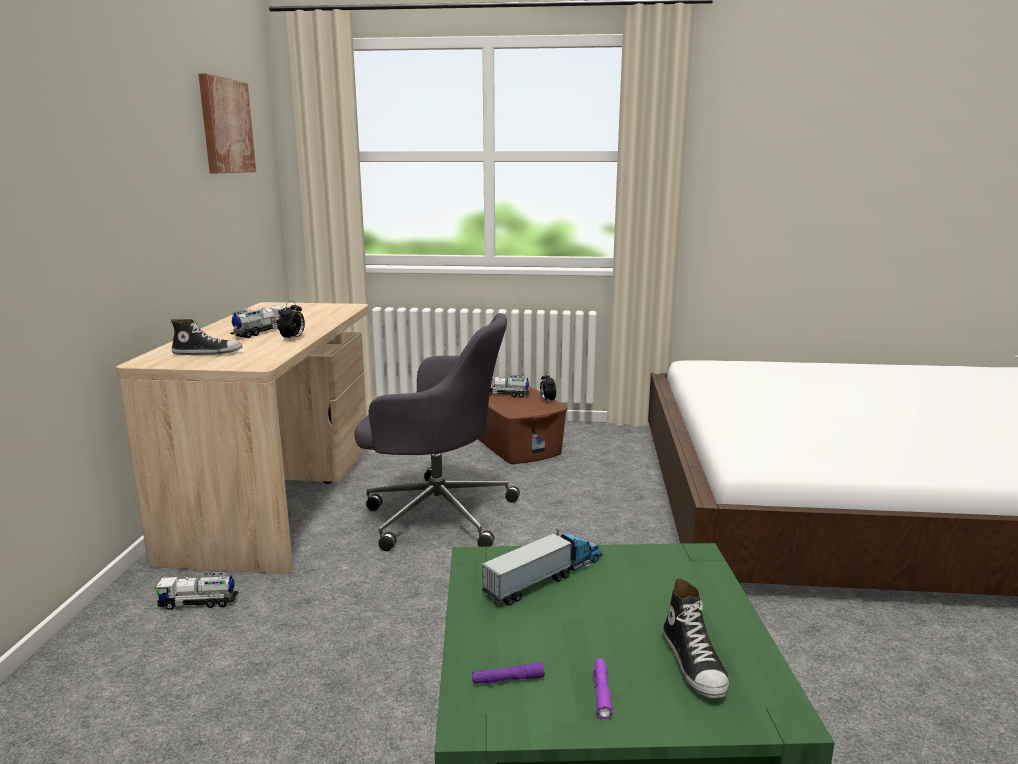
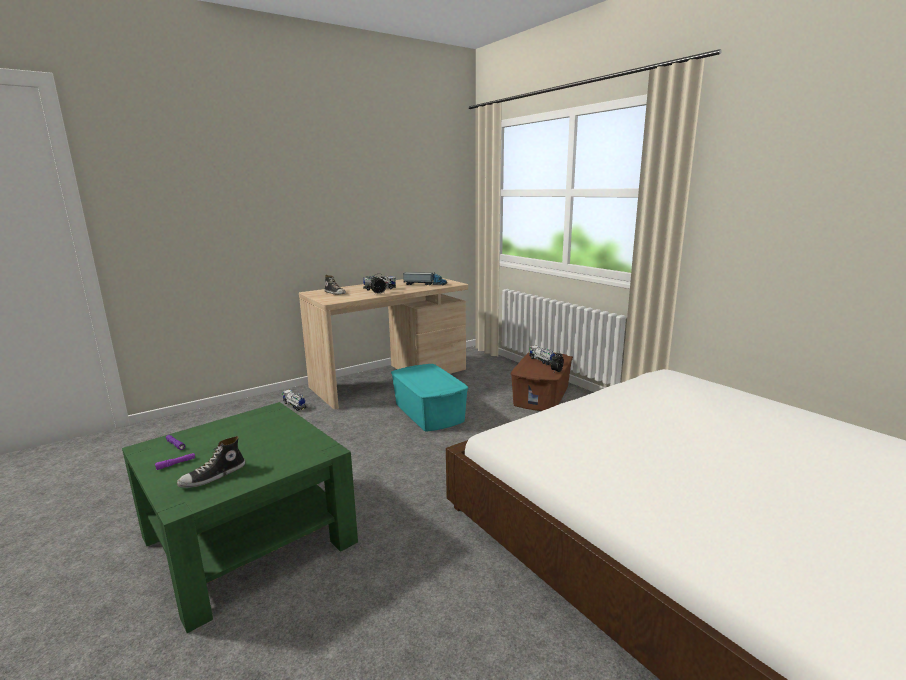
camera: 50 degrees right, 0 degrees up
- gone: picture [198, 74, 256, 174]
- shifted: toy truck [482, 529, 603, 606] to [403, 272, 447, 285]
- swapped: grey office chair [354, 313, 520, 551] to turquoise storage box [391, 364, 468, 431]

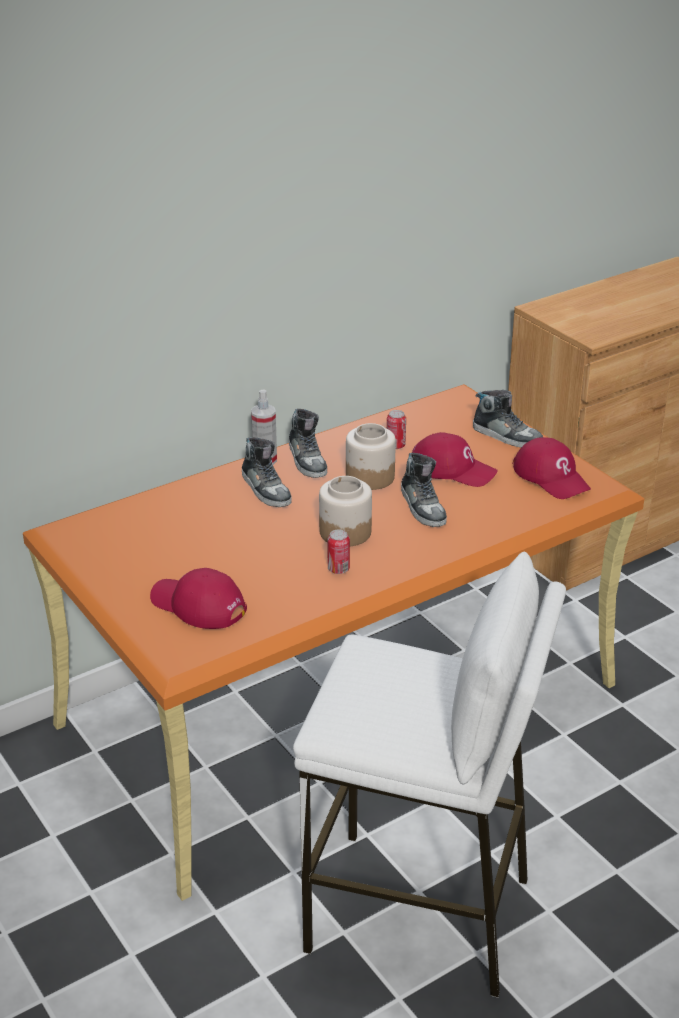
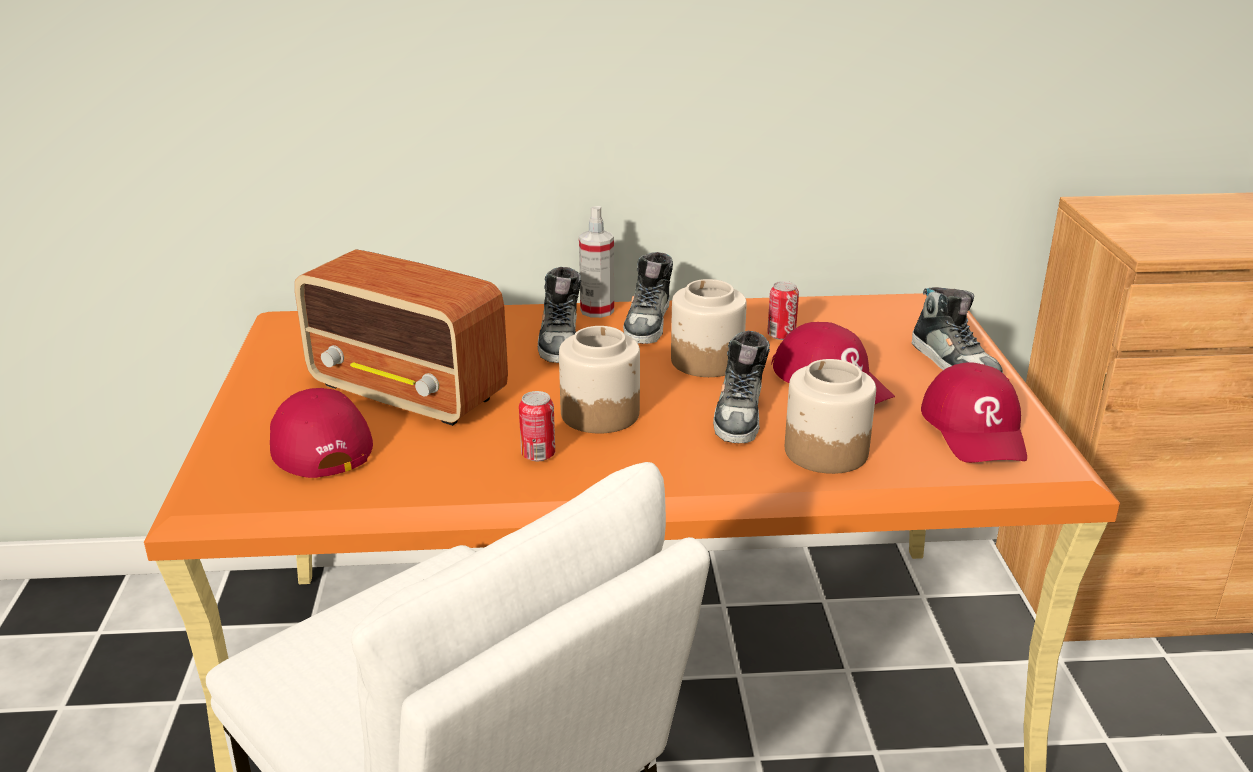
camera: 30 degrees right, 5 degrees down
- new: radio [295, 249, 508, 426]
- new: jar [785, 359, 876, 474]

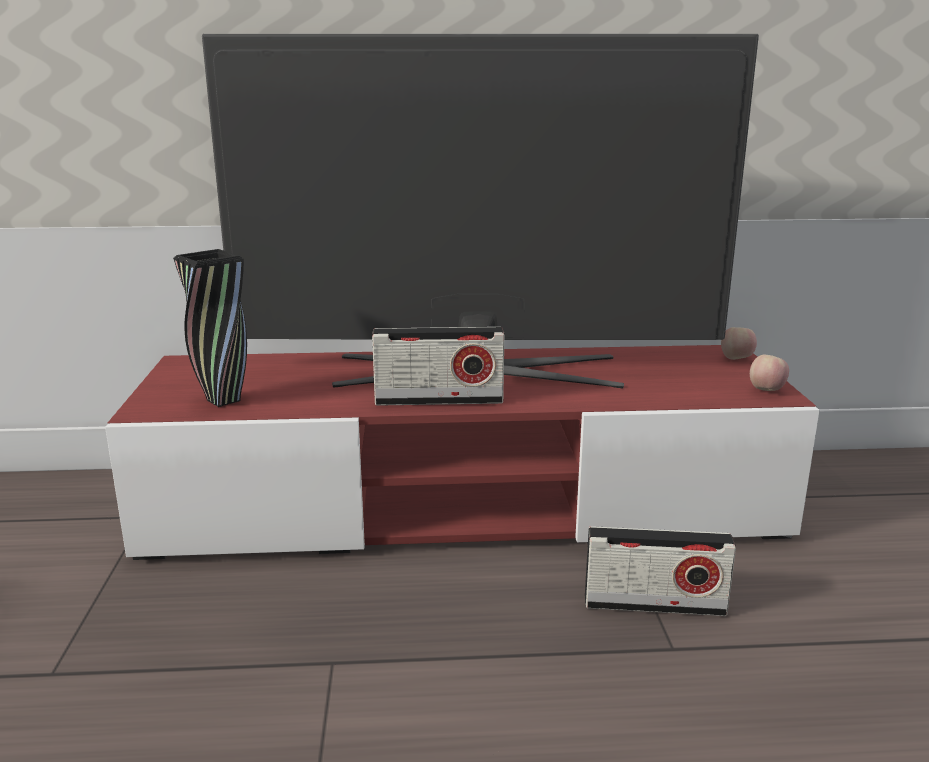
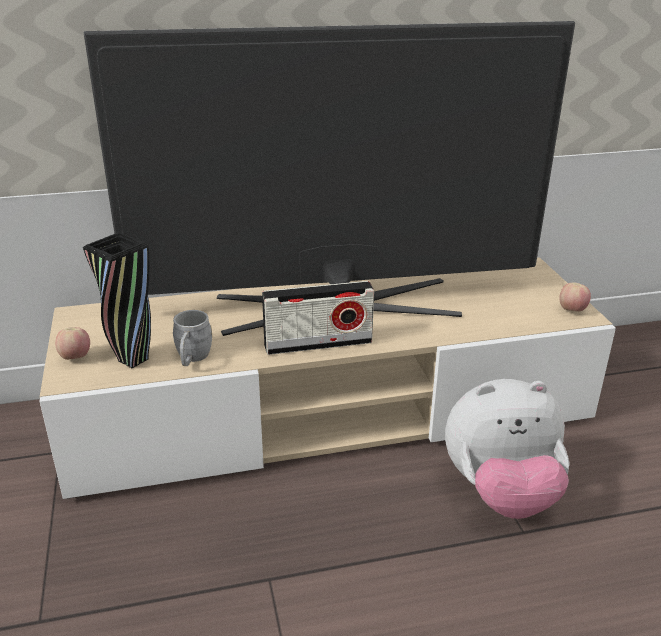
camera: 10 degrees left, 10 degrees up
- new: grey mug [173, 310, 212, 366]
- shifted: apple [721, 327, 757, 360] to [55, 327, 90, 360]
- swapped: radio [585, 526, 736, 616] to plush toy [445, 379, 569, 519]
- repainted: red tv stand [105, 345, 820, 560] to beige tv stand [40, 257, 616, 499]

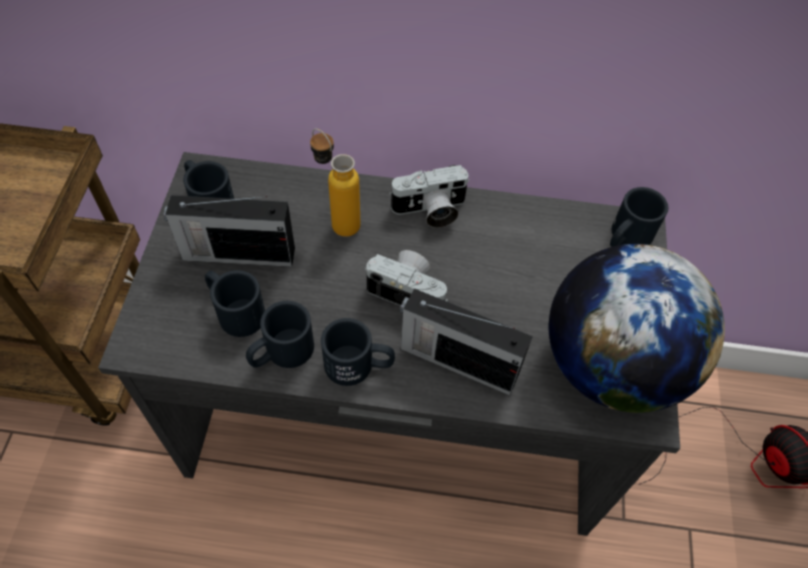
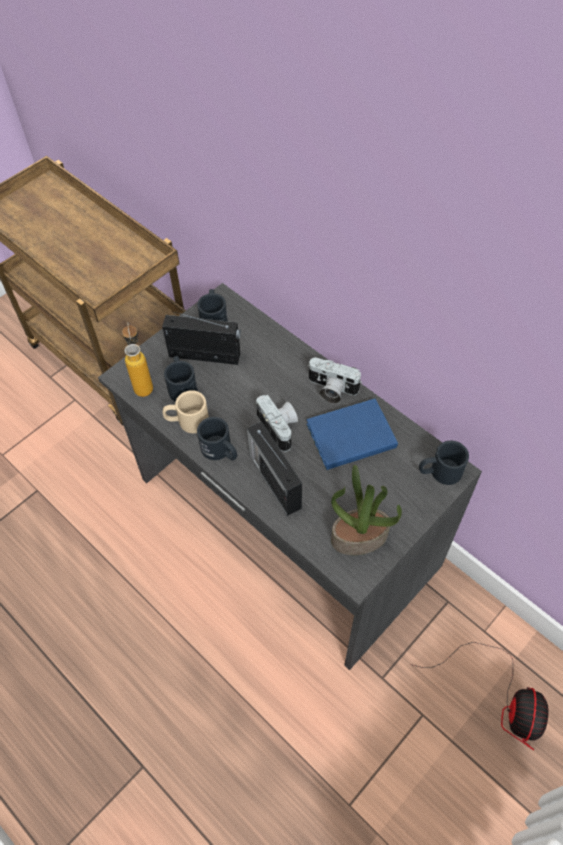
camera: 40 degrees right, 0 degrees up
- new: blue book [306, 398, 398, 470]
- shifted: bottle [310, 129, 360, 237] to [122, 322, 153, 397]
- swapped: globe [548, 244, 725, 413] to potted plant [331, 465, 402, 555]
- repainted: black mug [246, 301, 314, 368] to beige mug [162, 390, 209, 433]
- rotated: radio [164, 195, 295, 267] = [162, 312, 241, 365] 150 degrees clockwise

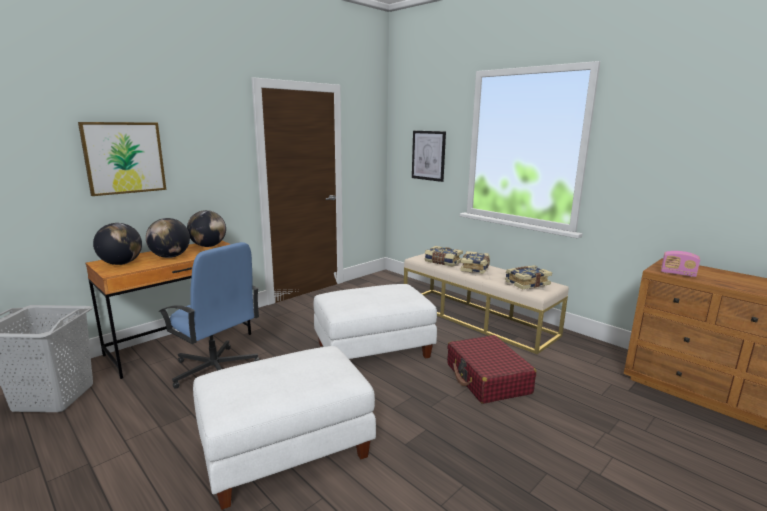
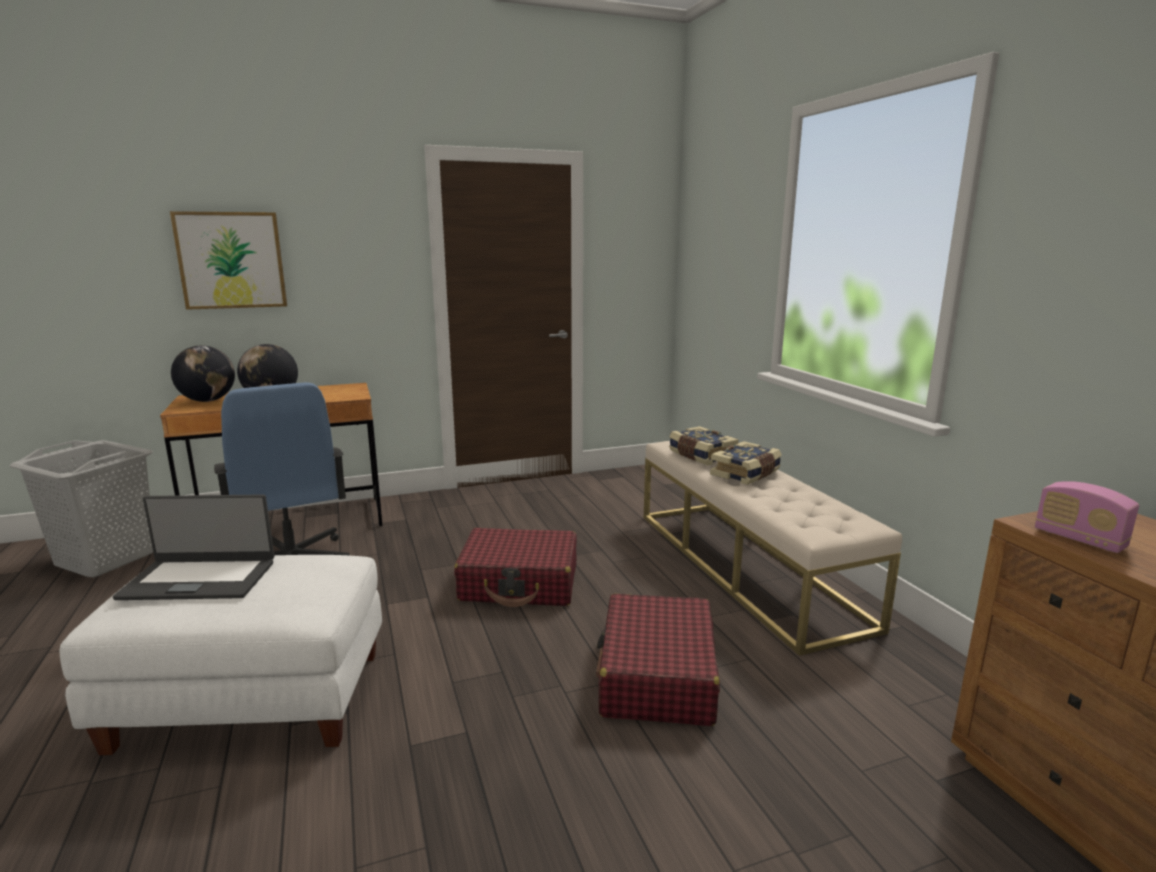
camera: 25 degrees right, 0 degrees up
- gone: globe [187, 210, 226, 247]
- gone: picture [412, 131, 446, 182]
- gone: book [505, 265, 552, 290]
- new: laptop [113, 494, 275, 600]
- swapped: white ottoman [314, 284, 437, 359] to red suitcase [454, 528, 577, 607]

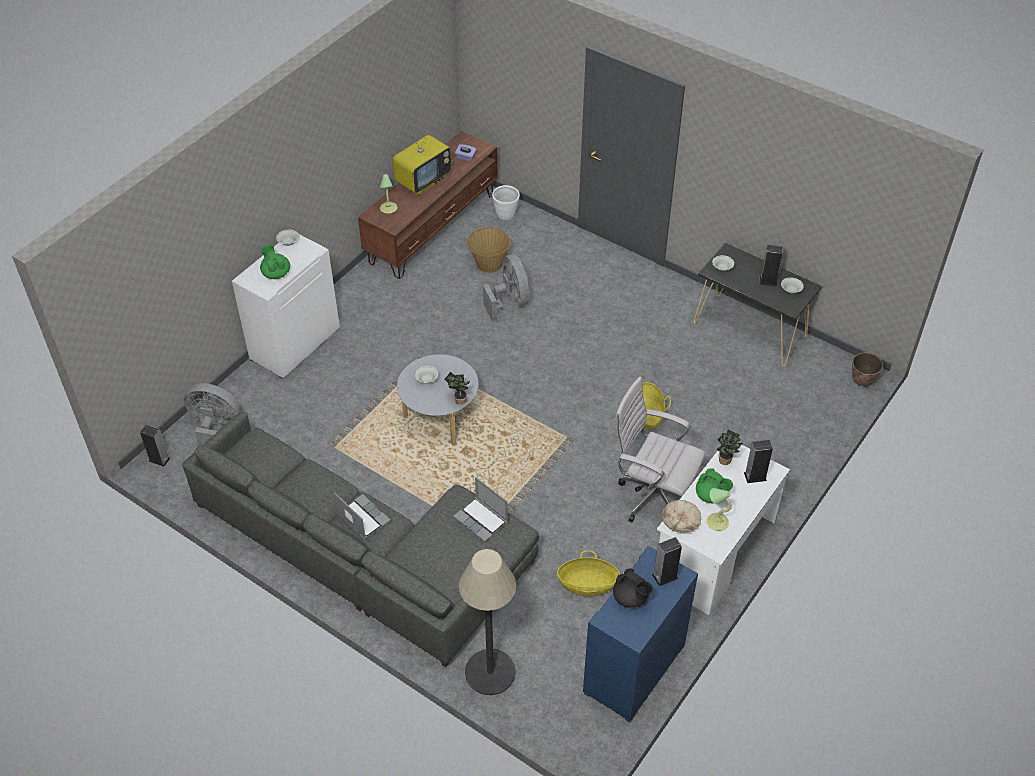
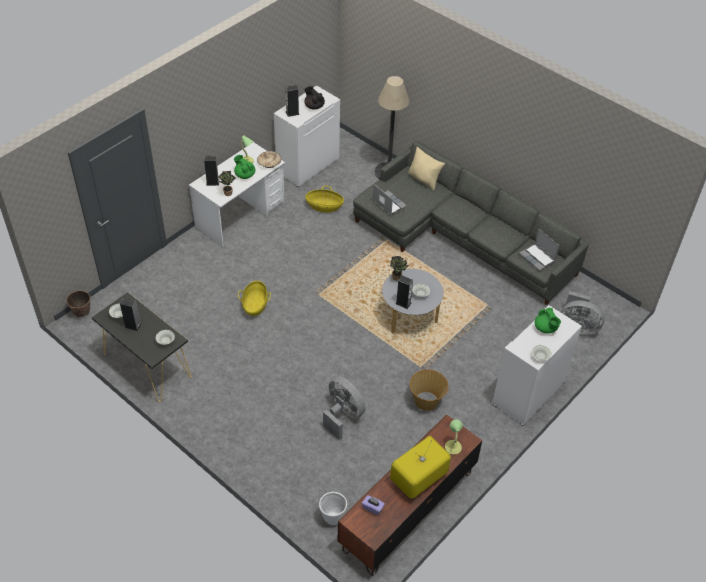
camera: 175 degrees left, 0 degrees up
- gone: white office chair [615, 377, 705, 522]
- new: beige pillow [408, 147, 445, 190]
- shifted: speaker [140, 425, 170, 467] to [395, 276, 413, 309]
- shifted: laptop [334, 492, 391, 539] to [519, 228, 560, 271]
- shifted: basket [467, 227, 510, 273] to [410, 369, 449, 411]
- repainted: blue cabinet [583, 546, 698, 723] to white cabinet [274, 85, 340, 187]
- rotated: grey fan [483, 254, 530, 322] = [323, 377, 366, 440] 150 degrees clockwise

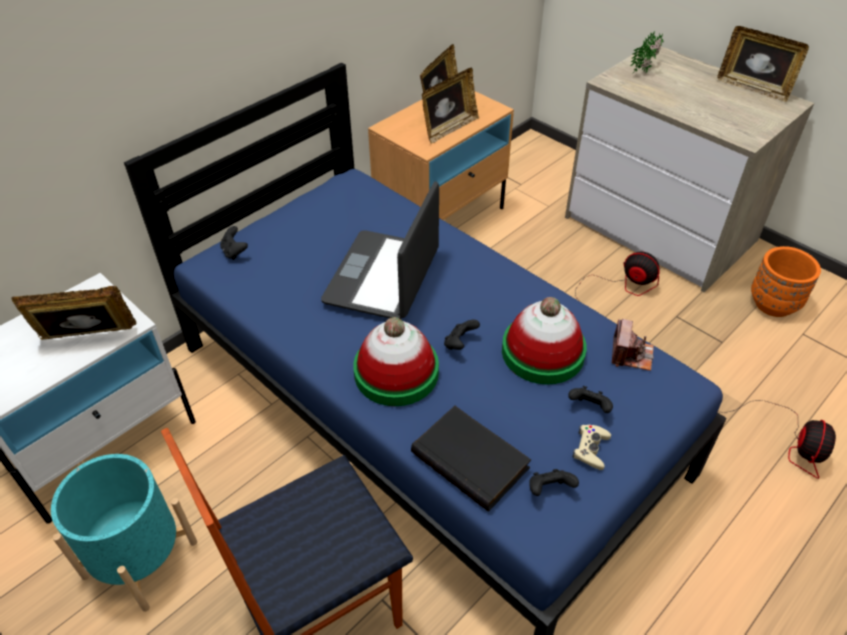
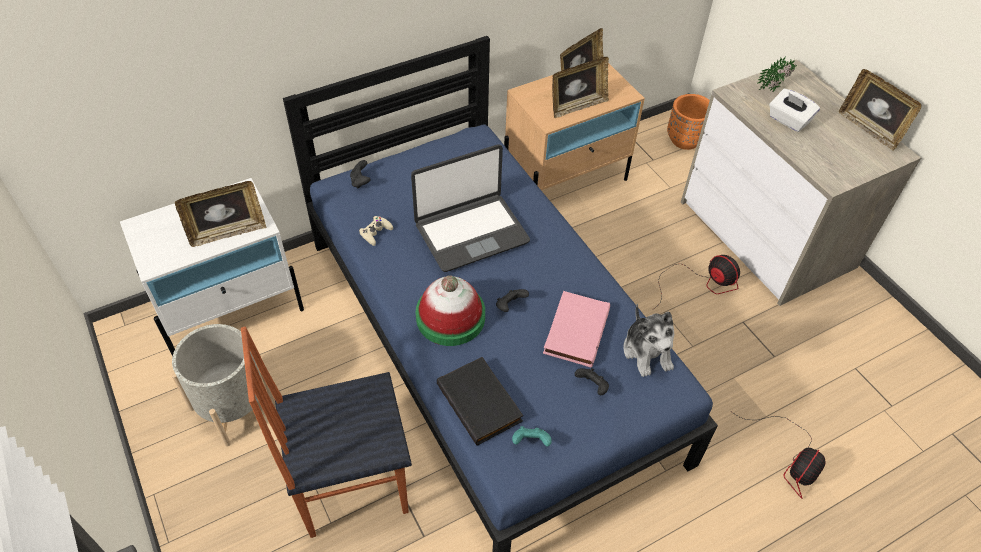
camera: 15 degrees right, 5 degrees up
- new: white tissue box [769, 89, 820, 132]
- shifted: beige game controller [572, 425, 611, 470] to [359, 216, 393, 246]
- shifted: orange planter [751, 246, 821, 317] to [667, 94, 710, 150]
- swapped: hat [502, 297, 587, 385] to pink book [543, 291, 610, 367]
- swapped: photo camera [612, 319, 654, 371] to plush toy [623, 304, 674, 377]
- repainted: turquoise planter [51, 454, 197, 612] to grey planter [172, 324, 276, 447]
- repainted: black game controller [529, 469, 579, 496] to turquoise game controller [512, 426, 552, 446]
- rotated: picture frame [12, 286, 136, 340] = [175, 181, 266, 247] 150 degrees clockwise
- rotated: laptop [321, 181, 439, 319] = [411, 145, 530, 272] 150 degrees counterclockwise

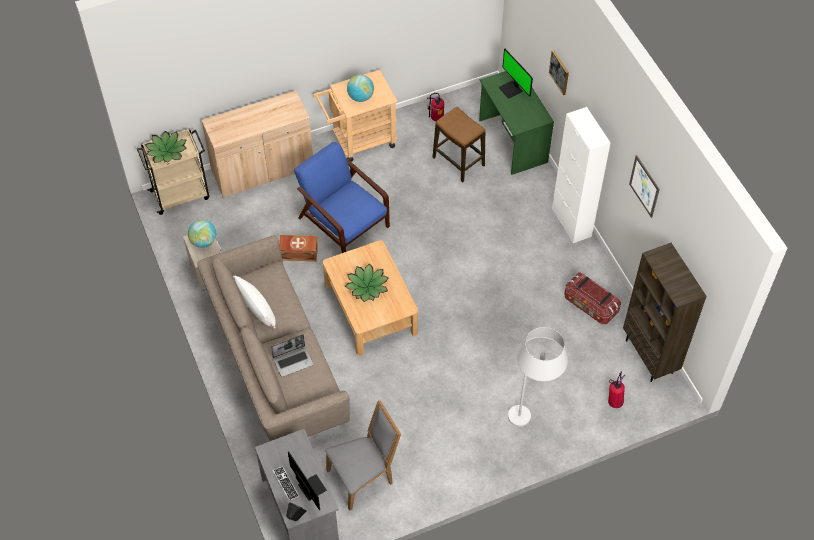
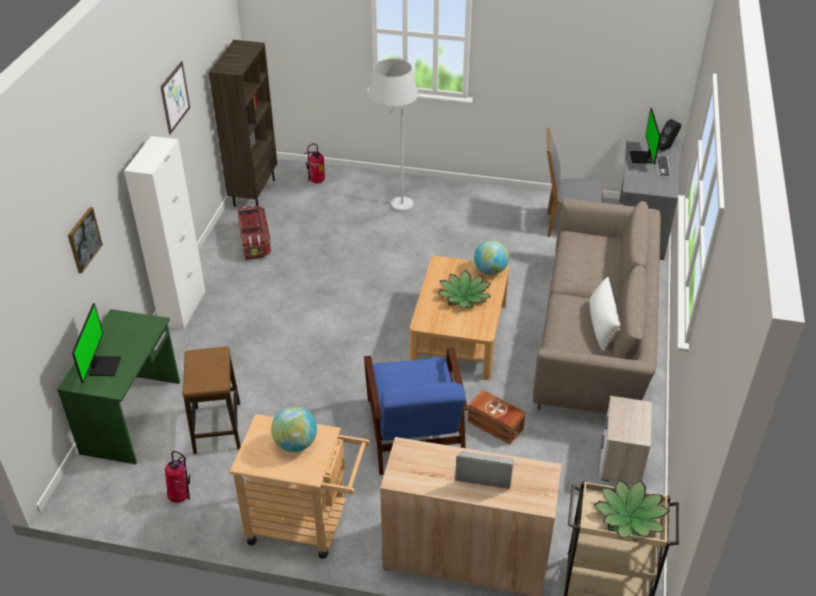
camera: 145 degrees left, 15 degrees down
- shifted: globe [188, 219, 216, 248] to [474, 240, 509, 275]
- shifted: laptop [271, 334, 314, 377] to [455, 451, 514, 489]

